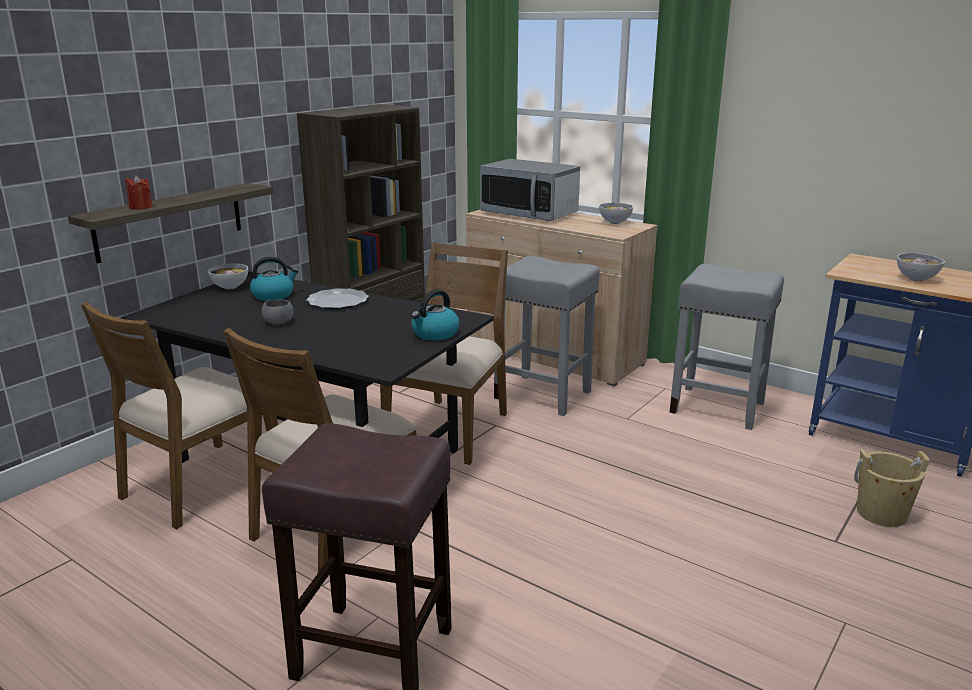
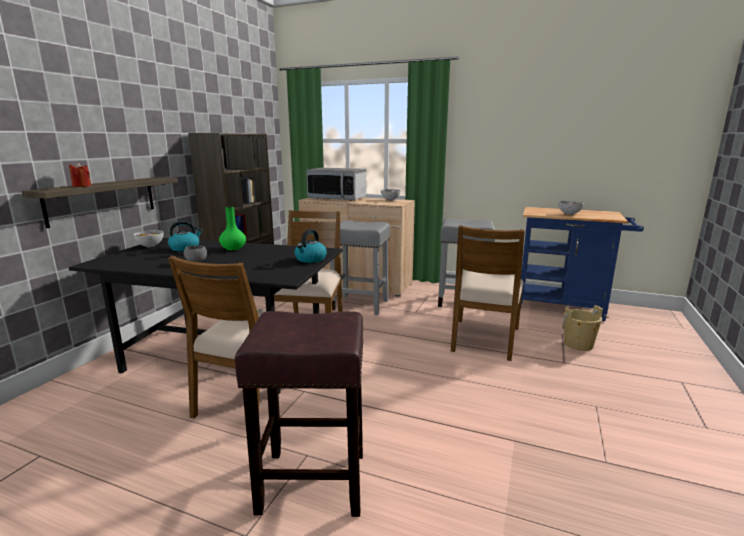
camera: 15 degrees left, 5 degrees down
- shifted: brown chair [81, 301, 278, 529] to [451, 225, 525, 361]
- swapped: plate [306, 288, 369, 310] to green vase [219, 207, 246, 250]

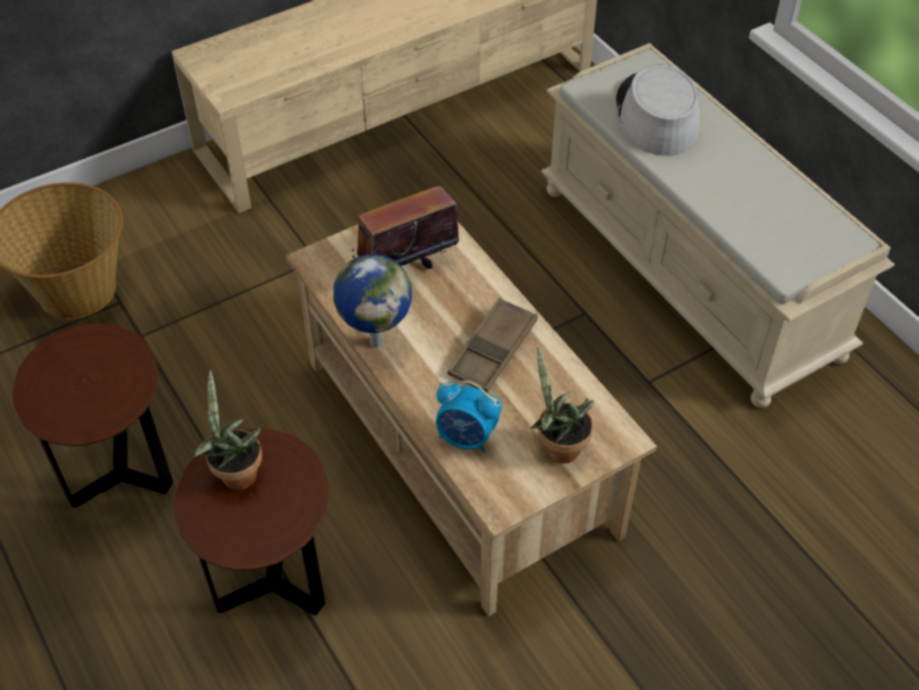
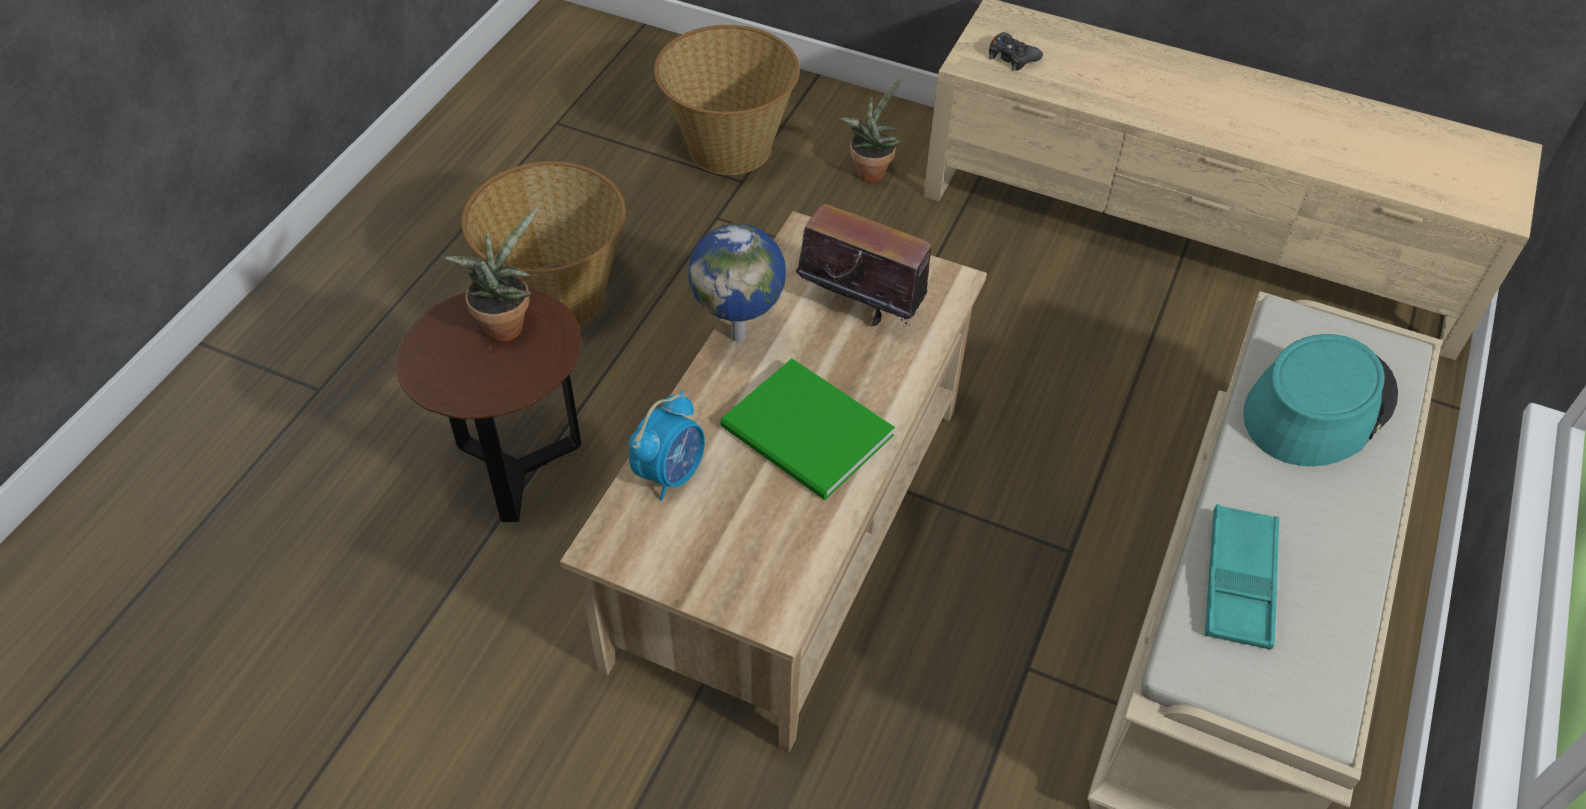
camera: 55 degrees right, 0 degrees up
- new: black game controller [989, 32, 1043, 71]
- new: turquoise tray [1204, 504, 1280, 650]
- shifted: potted plant [530, 345, 594, 464] to [839, 79, 901, 183]
- swapped: brown side table [12, 323, 173, 507] to basket [461, 161, 626, 325]
- swapped: brown tray [448, 297, 538, 393] to green book [720, 359, 895, 500]
- repainted: grey hat [616, 65, 700, 156] to turquoise hat [1243, 334, 1398, 467]
- rotated: alarm clock [436, 381, 502, 453] = [629, 391, 705, 501] 135 degrees counterclockwise

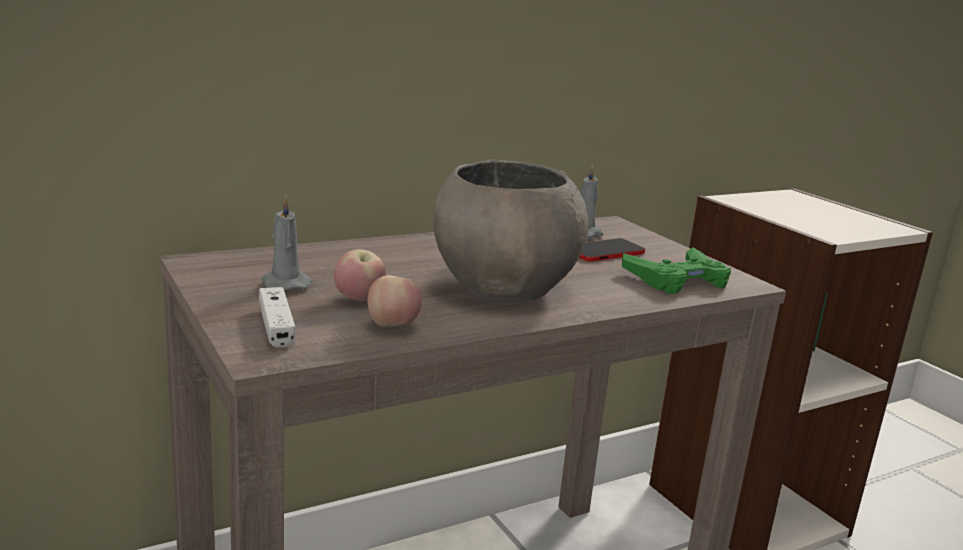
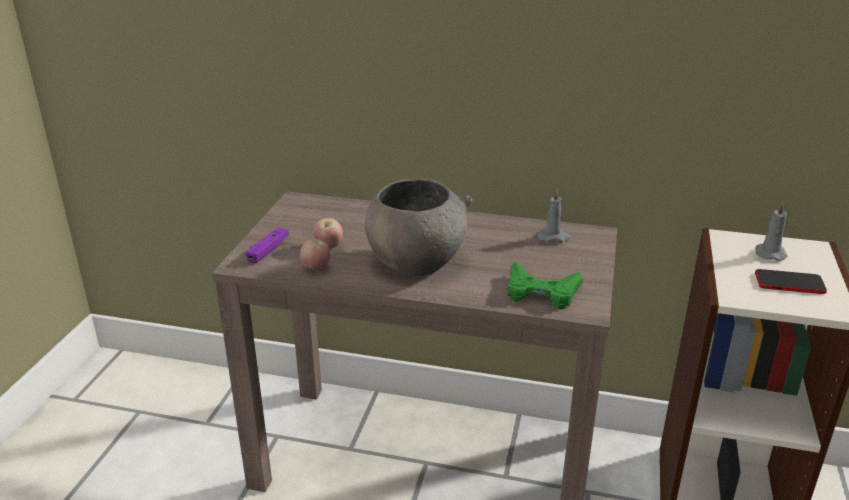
camera: 45 degrees right, 10 degrees up
- shifted: grey candle [262, 195, 312, 292] to [755, 202, 788, 261]
- shifted: phone [579, 238, 645, 262] to [755, 269, 827, 294]
- repainted: white game controller [259, 287, 296, 348] to purple game controller [245, 227, 289, 264]

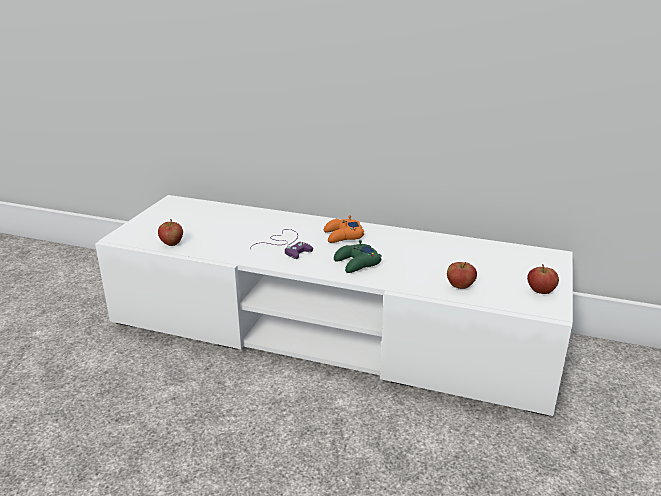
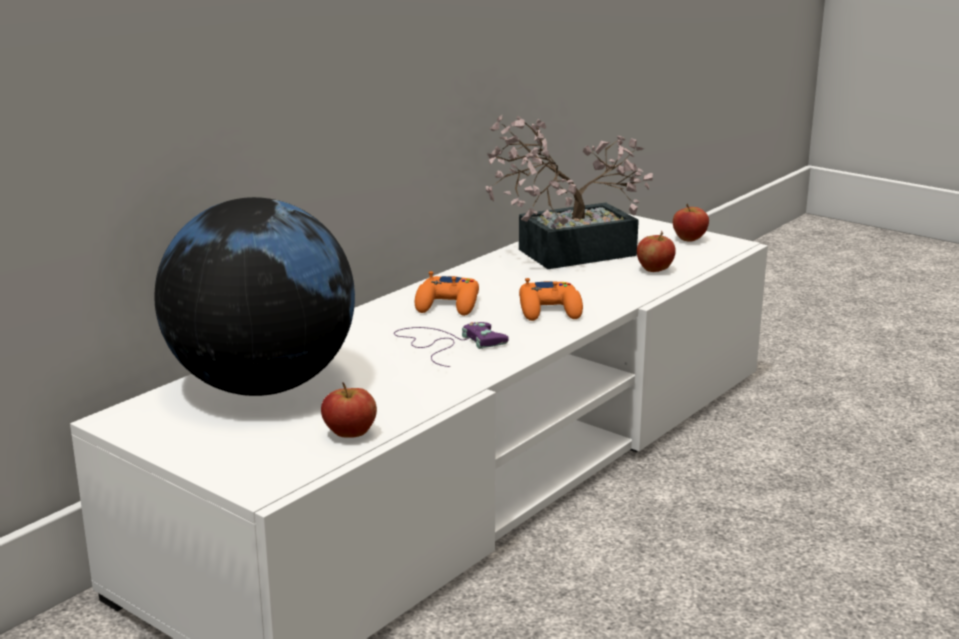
camera: 70 degrees left, 5 degrees down
- new: globe [154, 197, 355, 396]
- new: potted plant [486, 115, 653, 269]
- repainted: green game controller [334, 240, 382, 273] to orange game controller [519, 278, 583, 321]

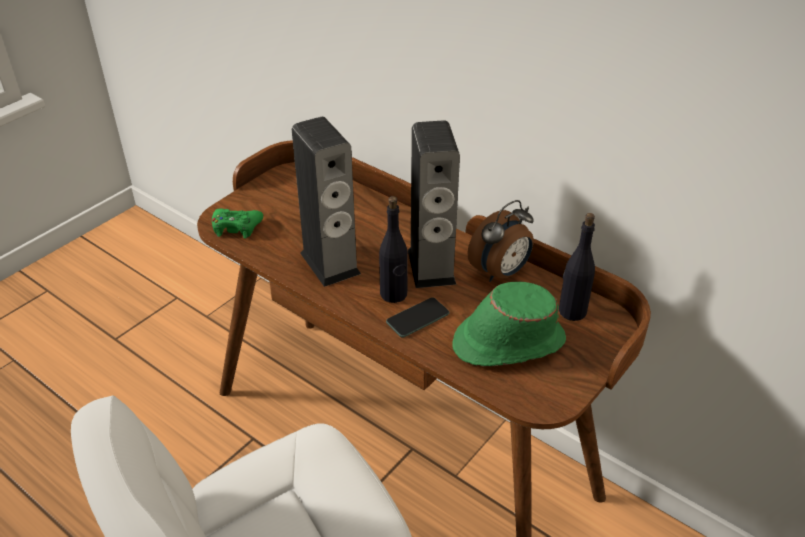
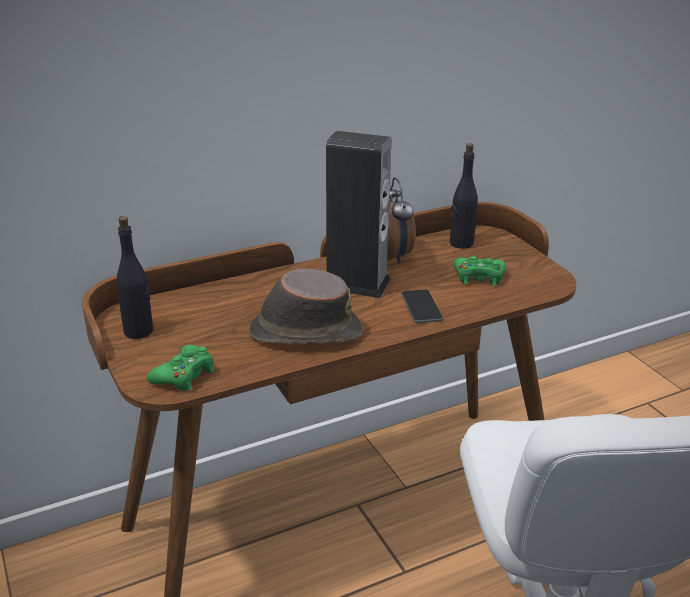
camera: 65 degrees left, 10 degrees down
- shifted: black bottle [379, 196, 408, 303] to [117, 216, 153, 339]
- swapped: speaker [292, 117, 361, 287] to brown hat [249, 268, 363, 344]
- swapped: green hat [452, 282, 566, 366] to green game controller [454, 256, 506, 286]

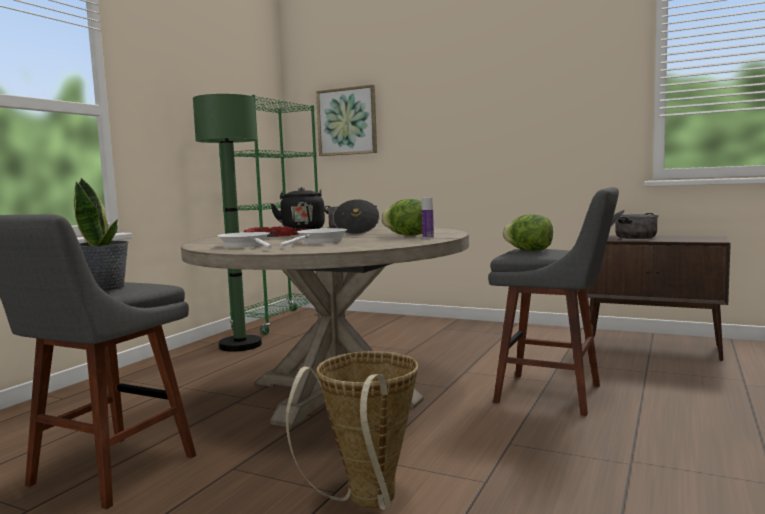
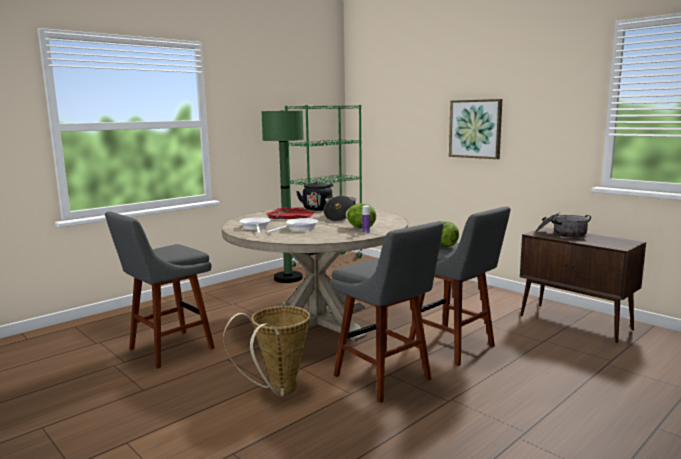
camera: 20 degrees right, 5 degrees up
- gone: potted plant [74, 178, 129, 291]
- new: grey stool [331, 222, 443, 403]
- shifted: picture [316, 85, 377, 156] to [449, 99, 502, 159]

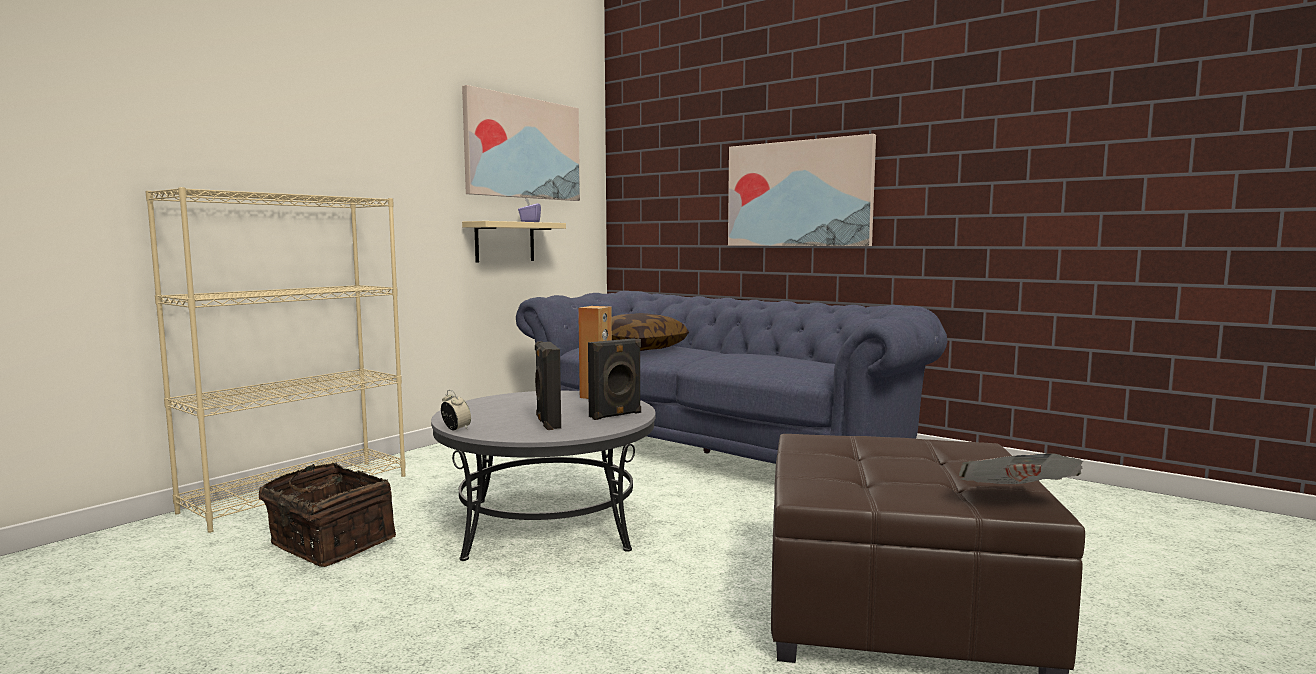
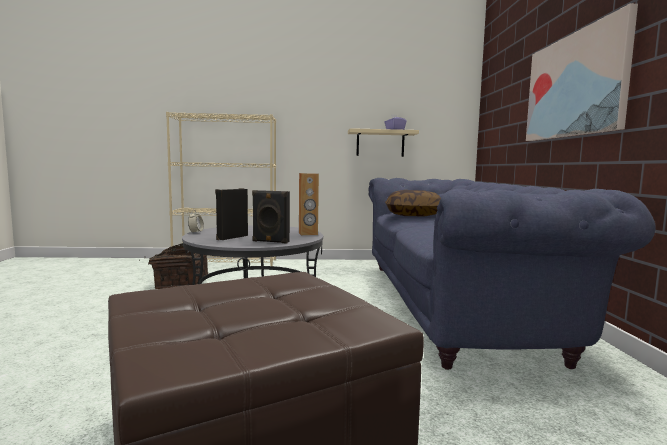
camera: 50 degrees right, 0 degrees up
- gone: picture [462, 85, 580, 201]
- gone: newspaper [959, 453, 1083, 484]

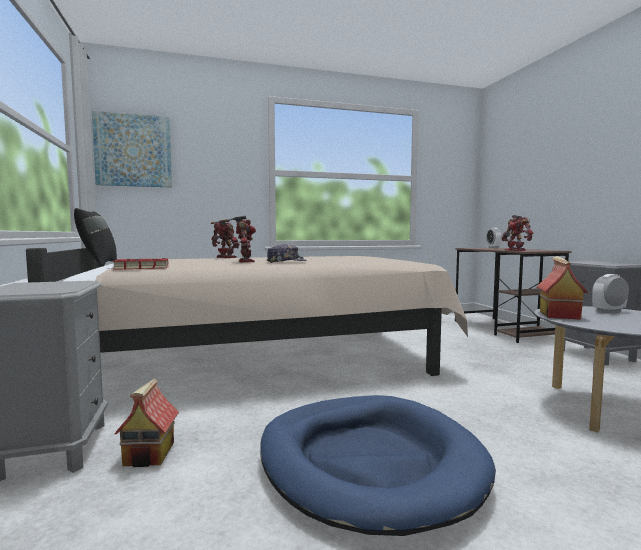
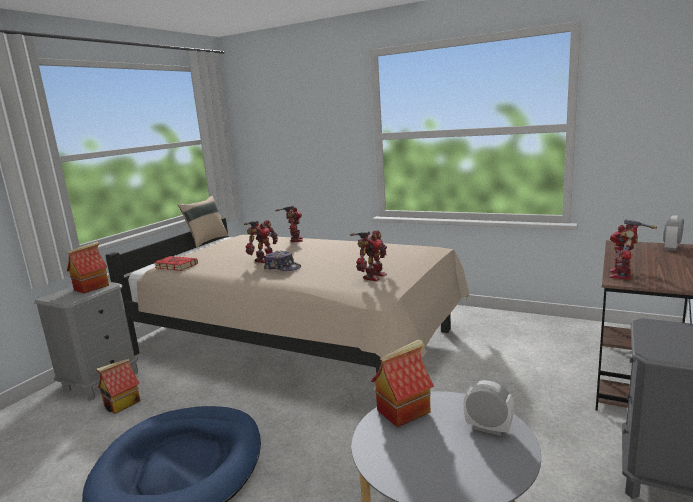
camera: 45 degrees right, 10 degrees up
- gone: picture [92, 111, 172, 187]
- new: toy house [67, 241, 109, 293]
- new: toy robot [350, 230, 387, 281]
- repainted: black pillow [74, 208, 117, 267] to beige pillow [178, 196, 228, 248]

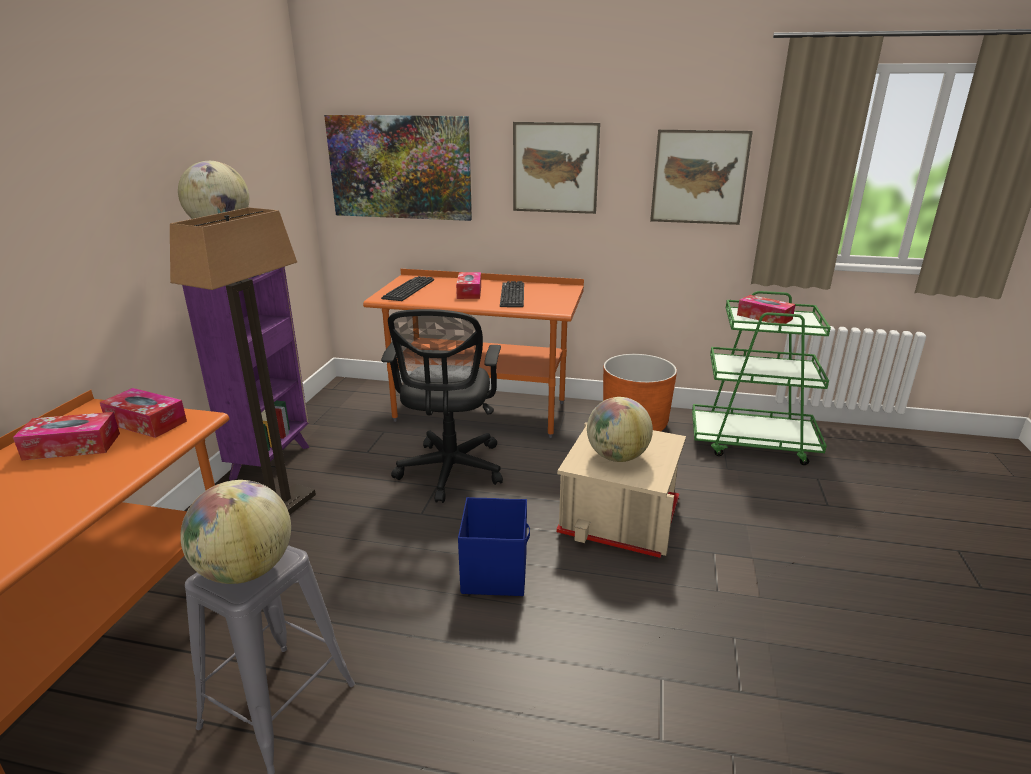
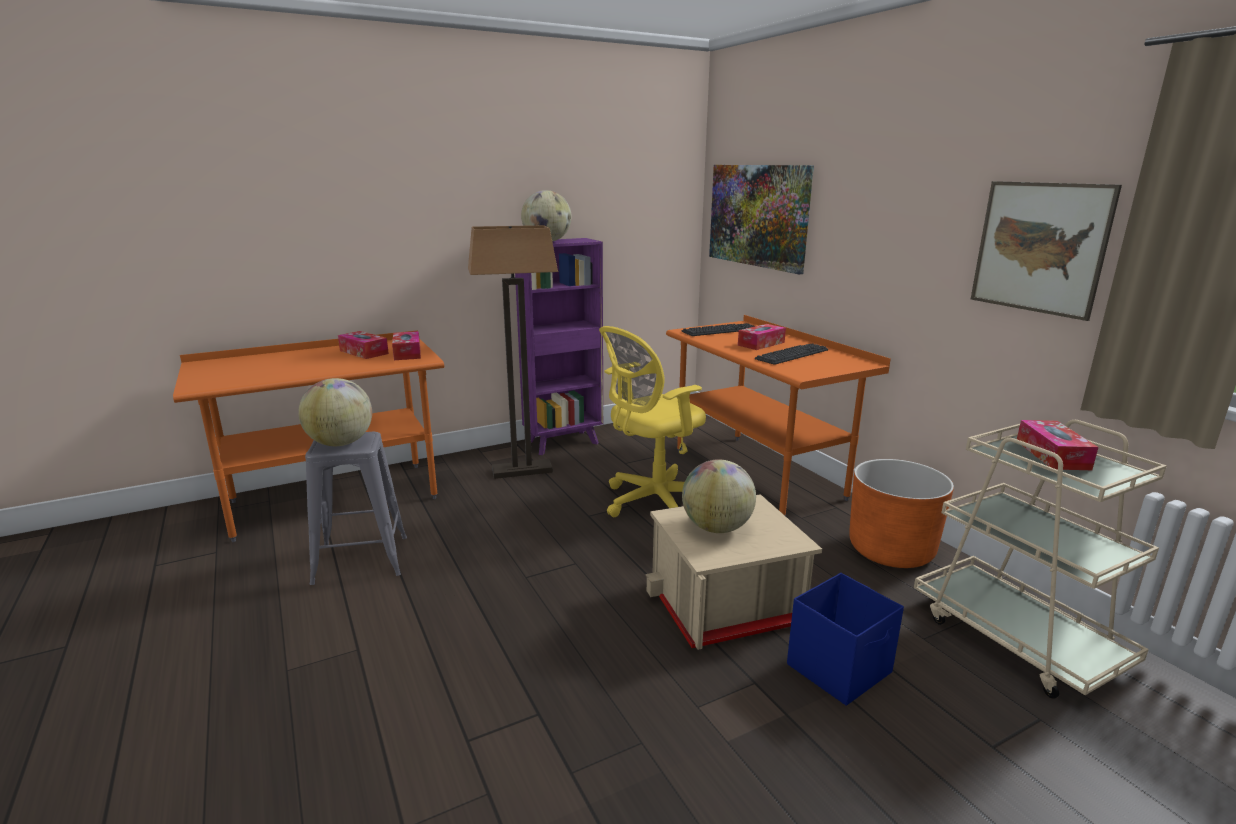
camera: 50 degrees right, 5 degrees down
- gone: picture [513, 122, 600, 214]
- shifted: blue storage box [458, 497, 530, 596] to [787, 573, 904, 706]
- repainted: black office chair [381, 309, 503, 503] to yellow office chair [599, 326, 706, 517]
- repainted: green cart [692, 291, 831, 465] to beige cart [914, 420, 1167, 699]

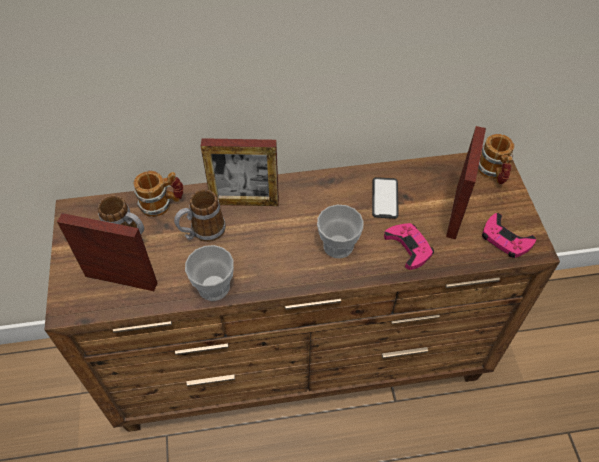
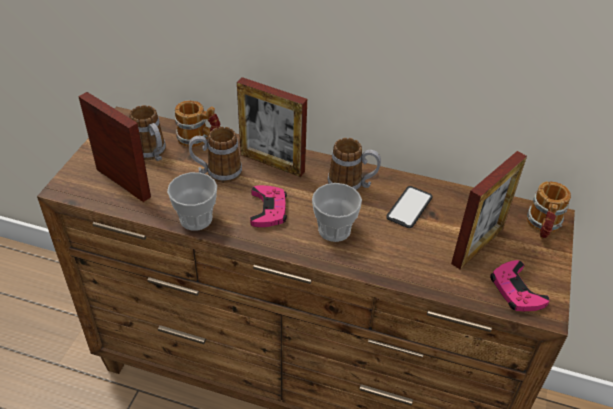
camera: 25 degrees right, 10 degrees down
- new: mug [328, 138, 381, 191]
- shifted: pink game controller [384, 223, 434, 270] to [250, 185, 287, 227]

